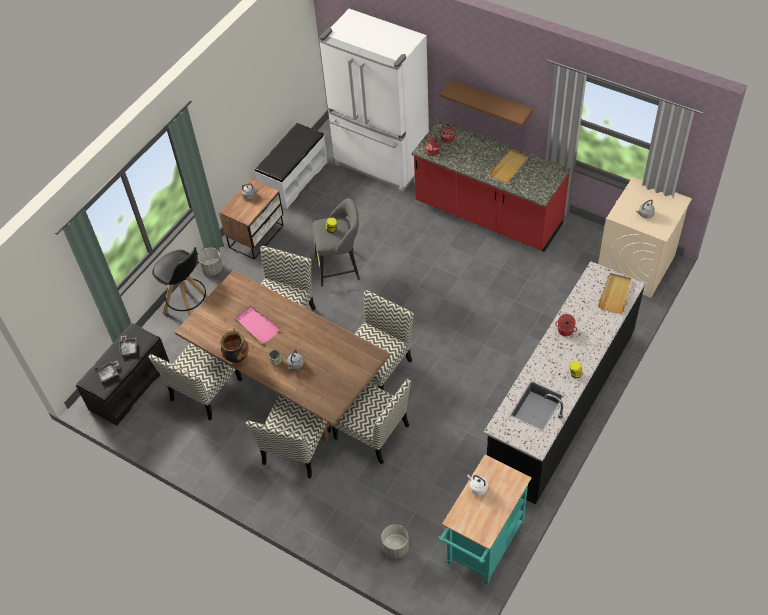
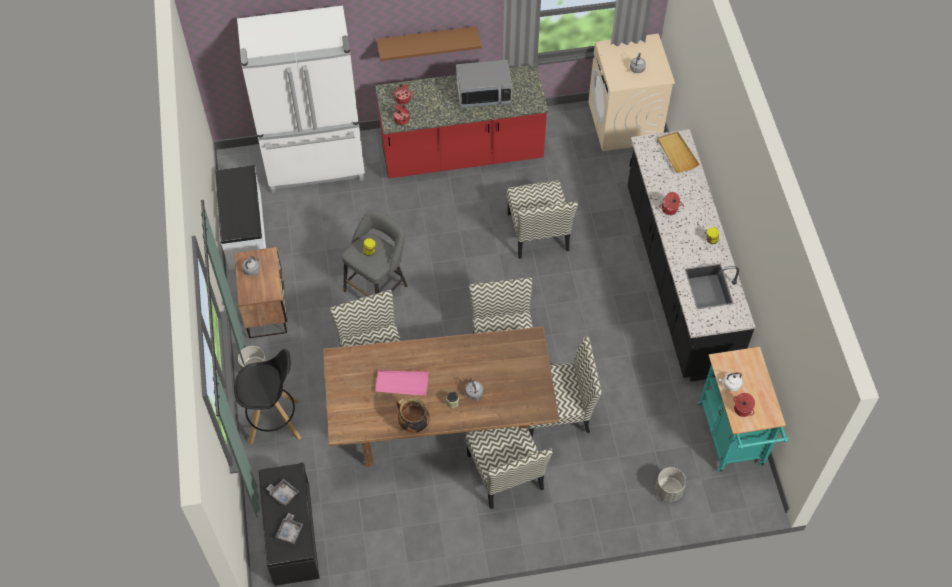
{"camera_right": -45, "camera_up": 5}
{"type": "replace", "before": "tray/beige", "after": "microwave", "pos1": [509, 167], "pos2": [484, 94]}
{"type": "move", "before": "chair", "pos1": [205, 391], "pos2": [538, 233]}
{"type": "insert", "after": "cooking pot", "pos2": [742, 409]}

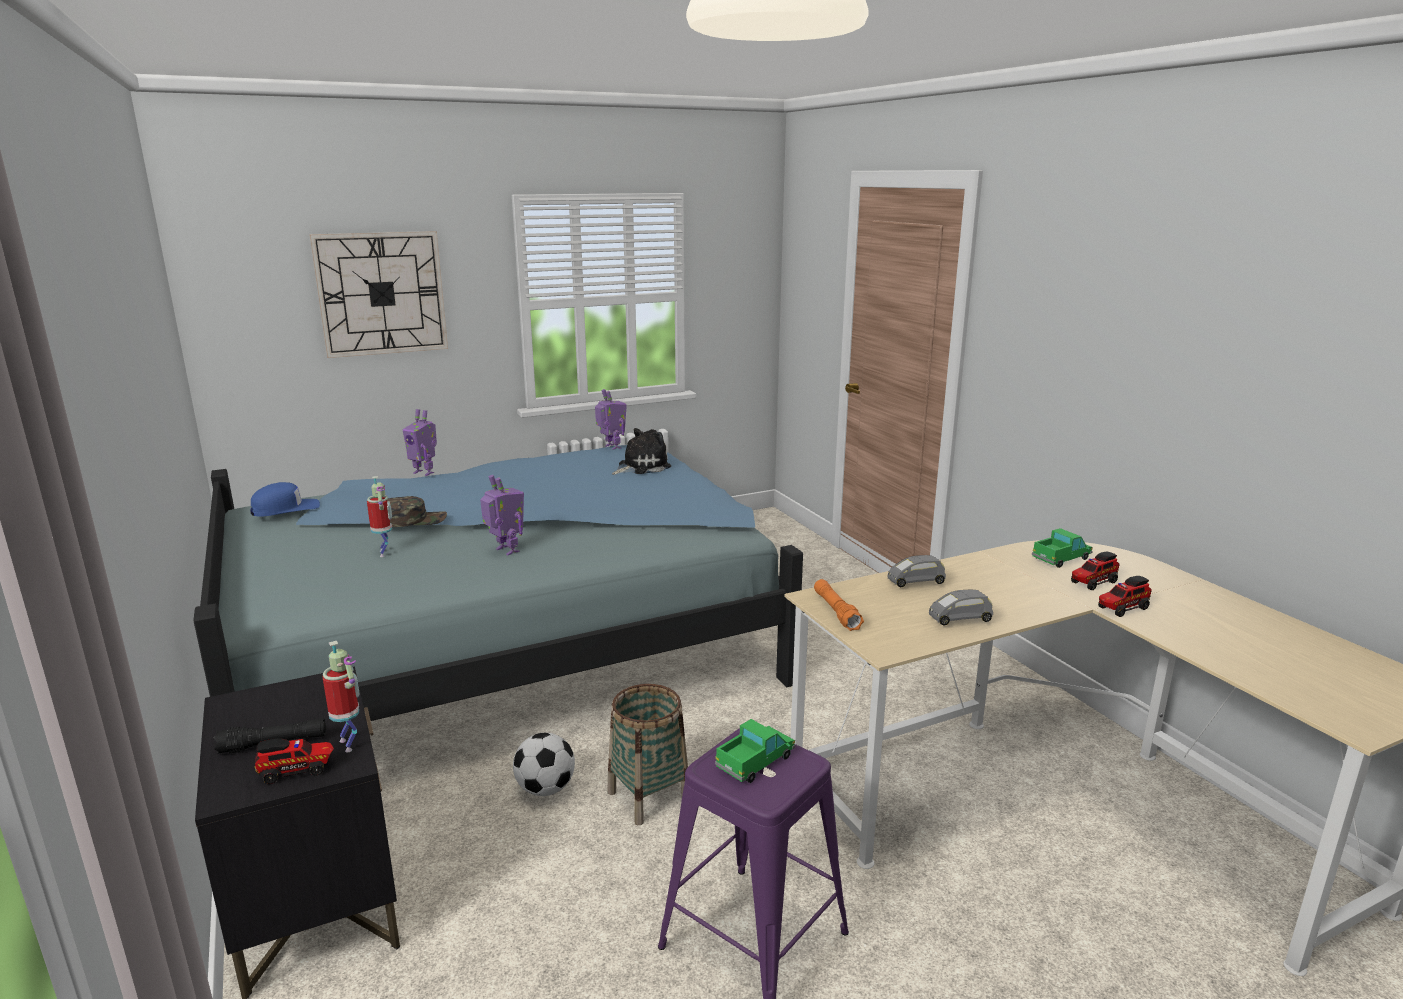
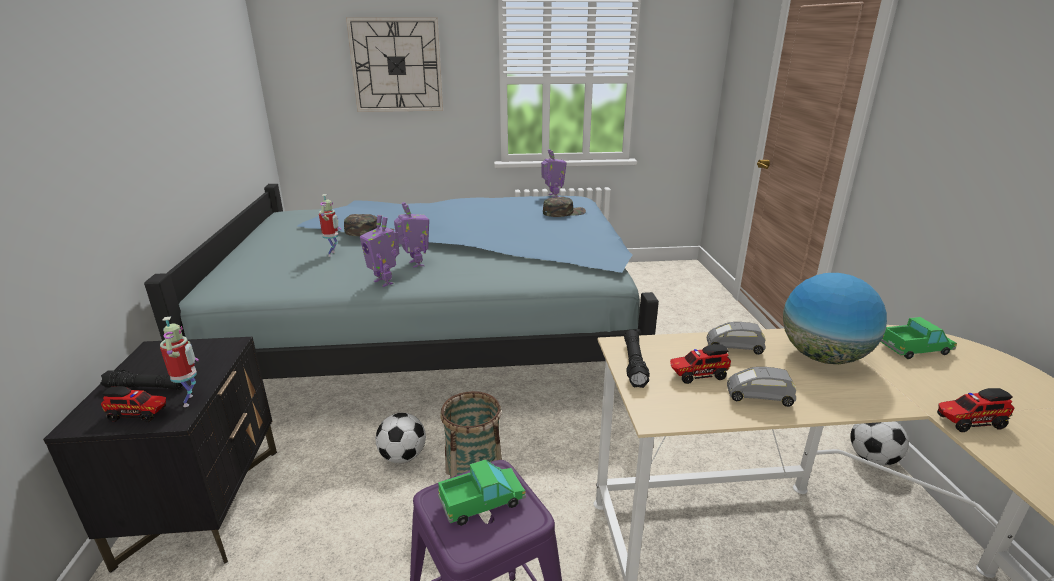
{"camera_right": 20, "camera_up": 5}
{"type": "move", "before": "toy robot", "pos1": [424, 472], "pos2": [384, 282]}
{"type": "replace", "before": "plush toy", "after": "cap/green", "pos1": [641, 467], "pos2": [563, 212]}
{"type": "delete", "before": "cap/blue", "pos1": [286, 508]}
{"type": "move", "before": "toy truck", "pos1": [1092, 583], "pos2": [697, 375]}
{"type": "recolor", "before": "flashlight/orange", "after": "flashlight/black", "pos1": [836, 612], "pos2": [634, 364]}
{"type": "insert", "after": "globe", "pos2": [822, 357]}
{"type": "insert", "after": "football", "pos2": [872, 459]}

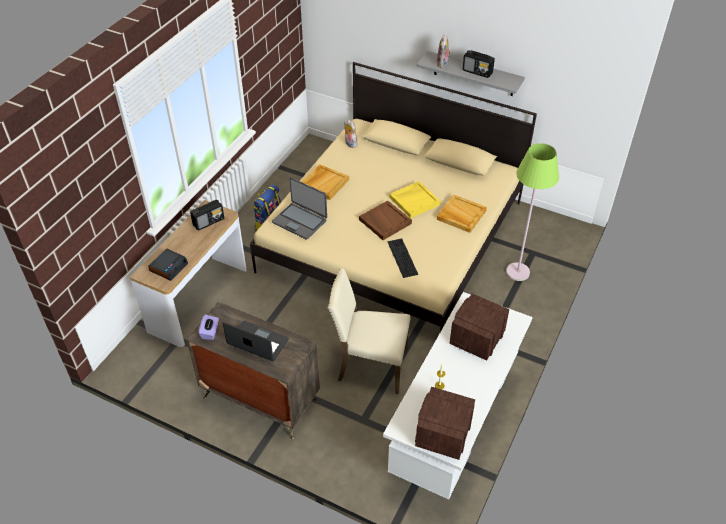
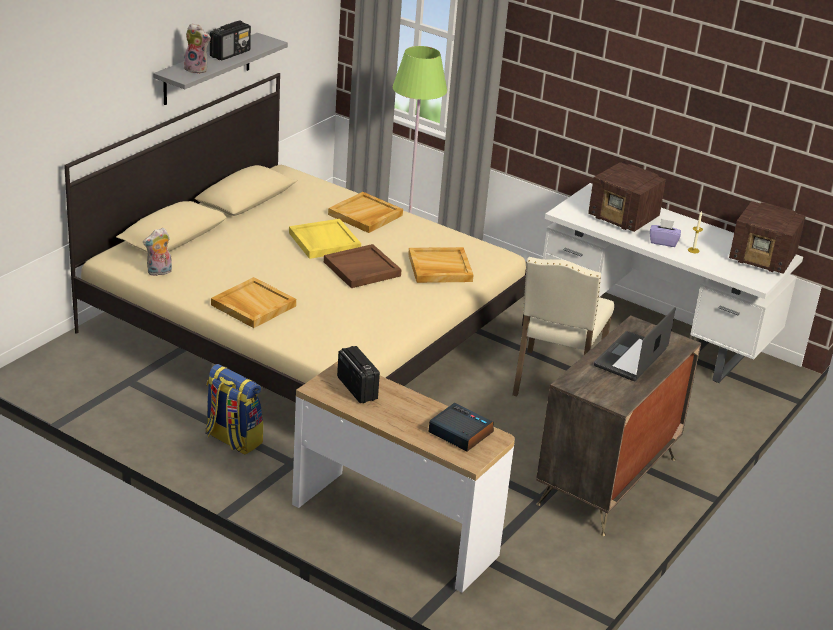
{"camera_right": -85, "camera_up": -15}
{"type": "delete", "before": "laptop", "pos1": [300, 221]}
{"type": "replace", "before": "keyboard", "after": "tray/beige", "pos1": [401, 257], "pos2": [439, 268]}
{"type": "move", "before": "tissue box/purple", "pos1": [210, 332], "pos2": [663, 242]}

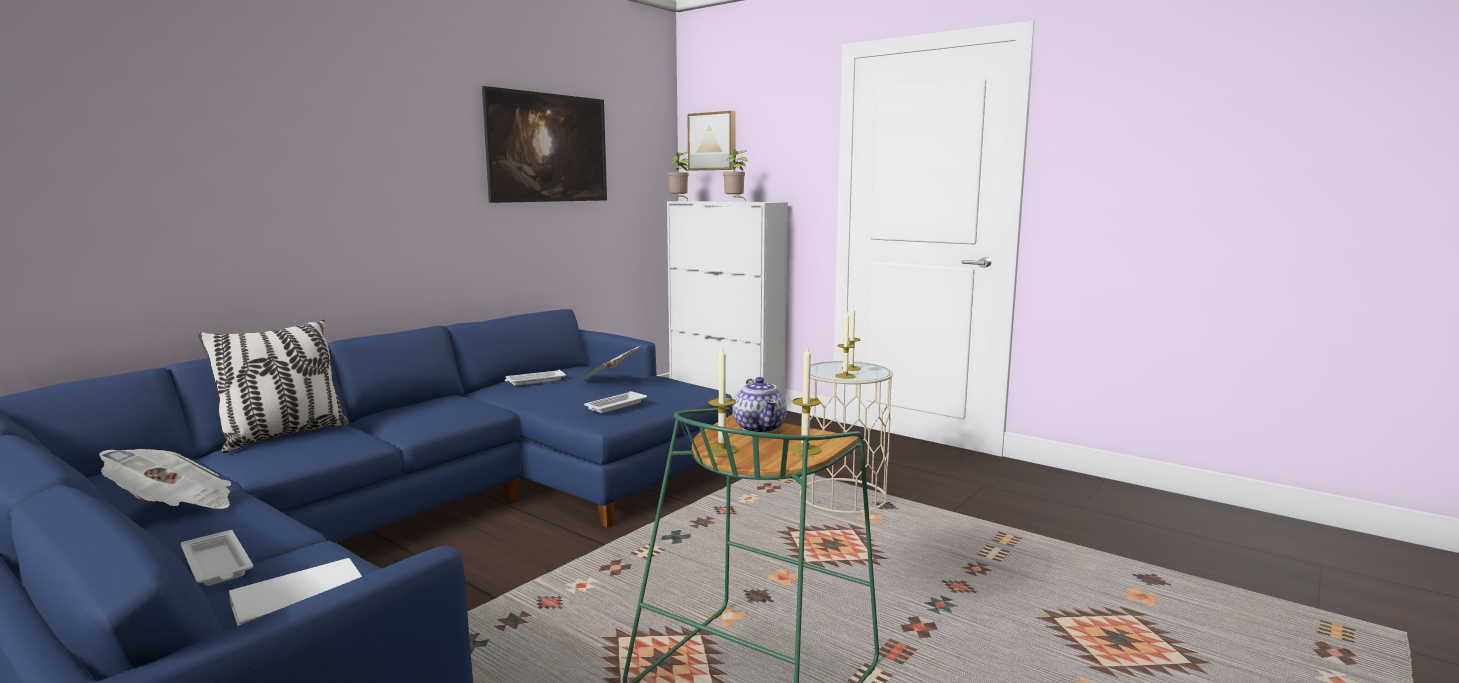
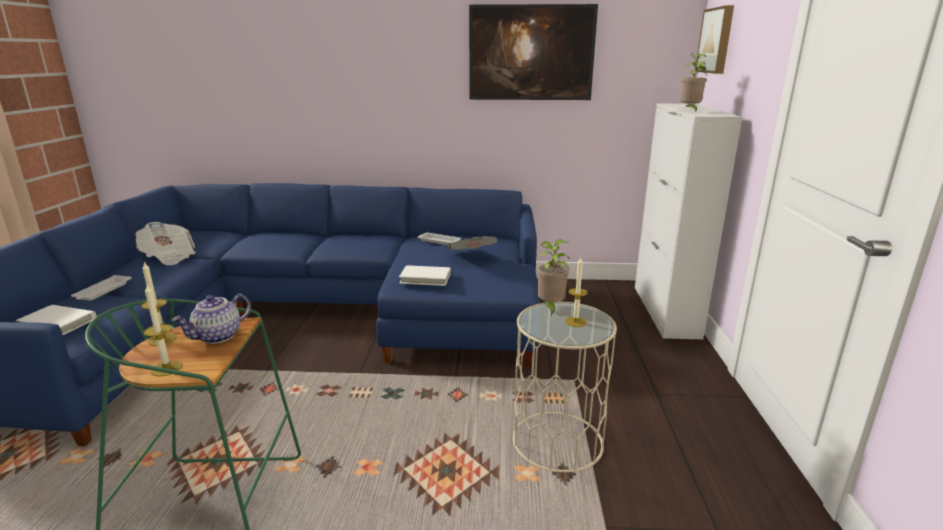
{"camera_right": 55, "camera_up": 10}
{"type": "move", "before": "potted plant", "pos1": [679, 201], "pos2": [550, 308]}
{"type": "delete", "before": "candle", "pos1": [845, 376]}
{"type": "delete", "before": "pillow", "pos1": [283, 435]}
{"type": "replace", "before": "tray/white", "after": "book/white", "pos1": [615, 406], "pos2": [425, 278]}

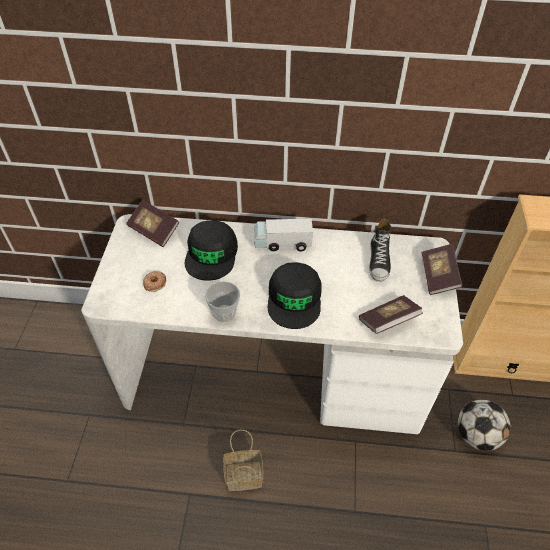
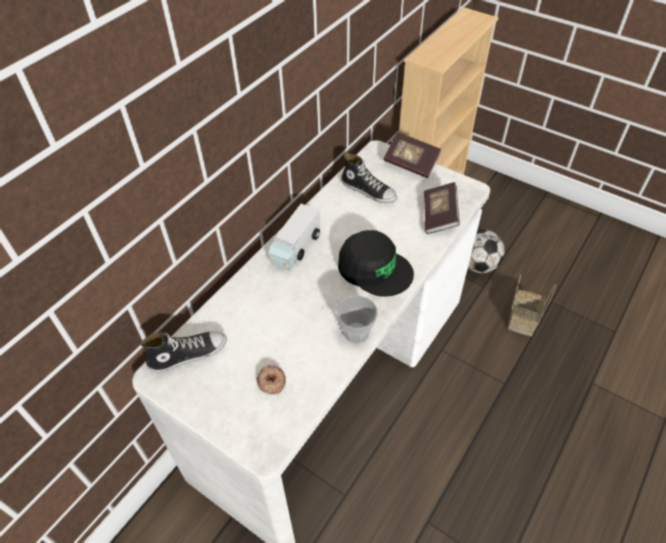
{"camera_right": -60, "camera_up": 0}
{"type": "replace", "before": "book", "after": "shoe", "pos1": [154, 231], "pos2": [188, 354]}
{"type": "delete", "before": "cap/black", "pos1": [211, 254]}
{"type": "move", "before": "basket", "pos1": [245, 475], "pos2": [522, 319]}

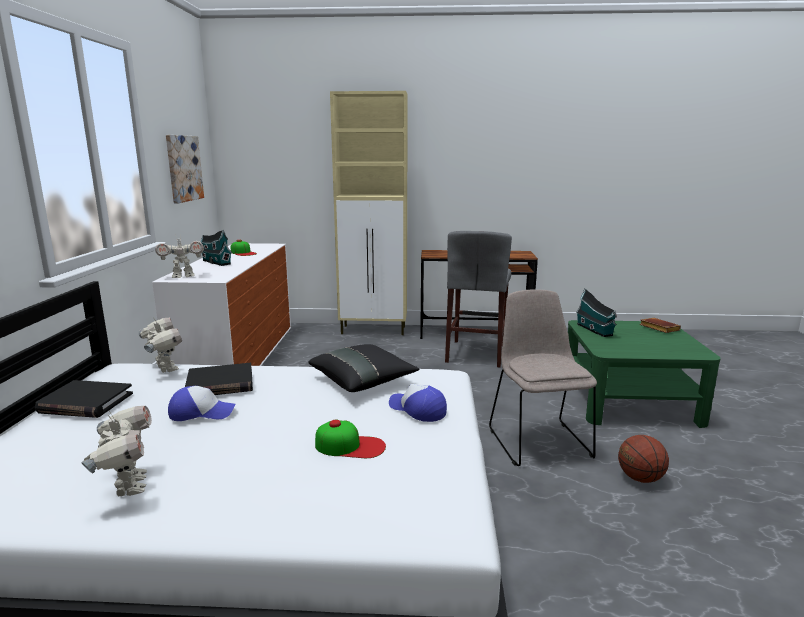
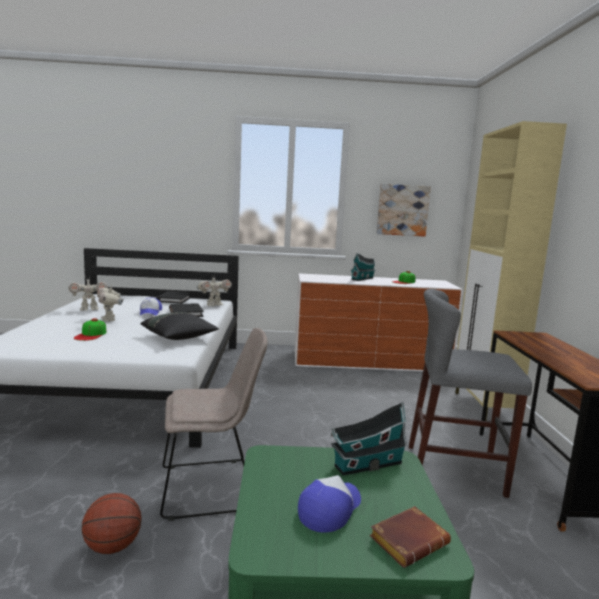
{"camera_right": 85, "camera_up": -5}
{"type": "move", "before": "toy robot", "pos1": [183, 276], "pos2": [109, 320]}
{"type": "move", "before": "cap", "pos1": [417, 410], "pos2": [330, 509]}

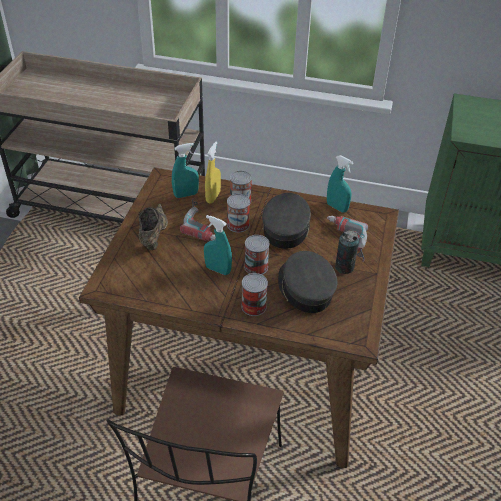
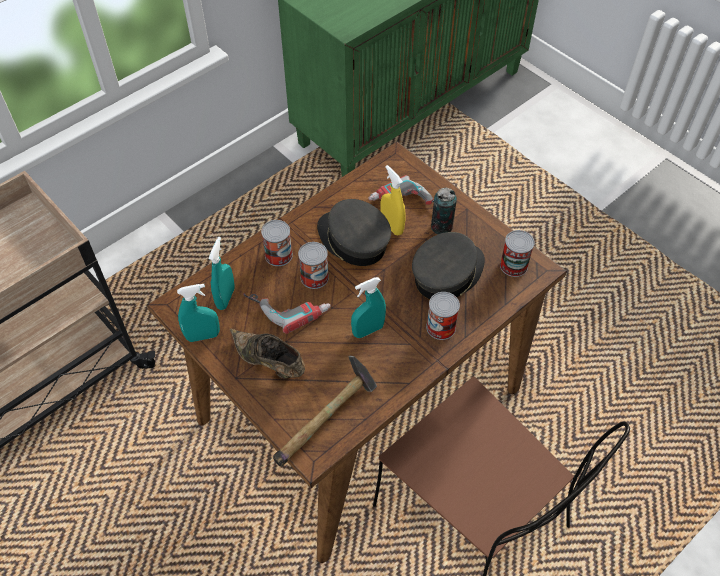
{"camera_right": -55, "camera_up": 10}
{"type": "move", "before": "spray bottle/yellow", "pos1": [213, 197], "pos2": [392, 226]}
{"type": "move", "before": "spray bottle/turquoise", "pos1": [337, 207], "pos2": [203, 336]}
{"type": "move", "before": "can", "pos1": [256, 267], "pos2": [513, 265]}
{"type": "rotate", "before": "cap/grey", "pos1": [304, 289], "pos2": [447, 274], "turn": 120}
{"type": "insert", "after": "hammer", "pos2": [327, 419]}

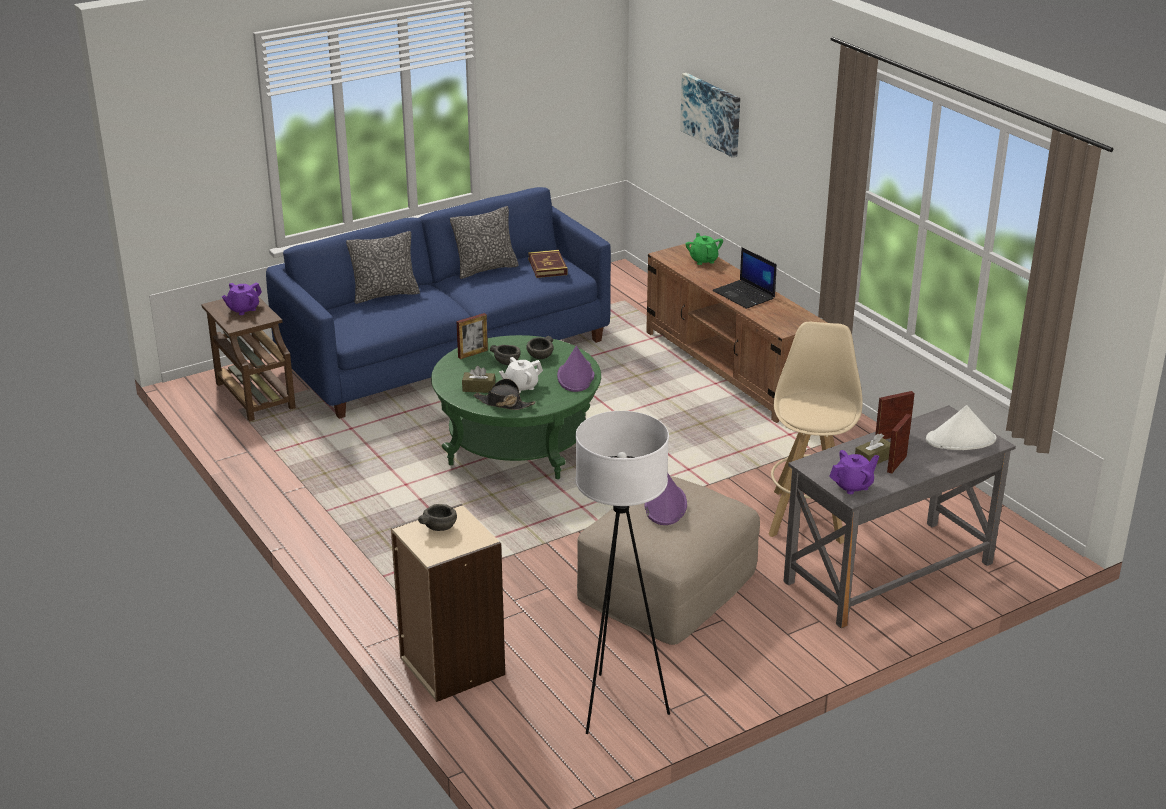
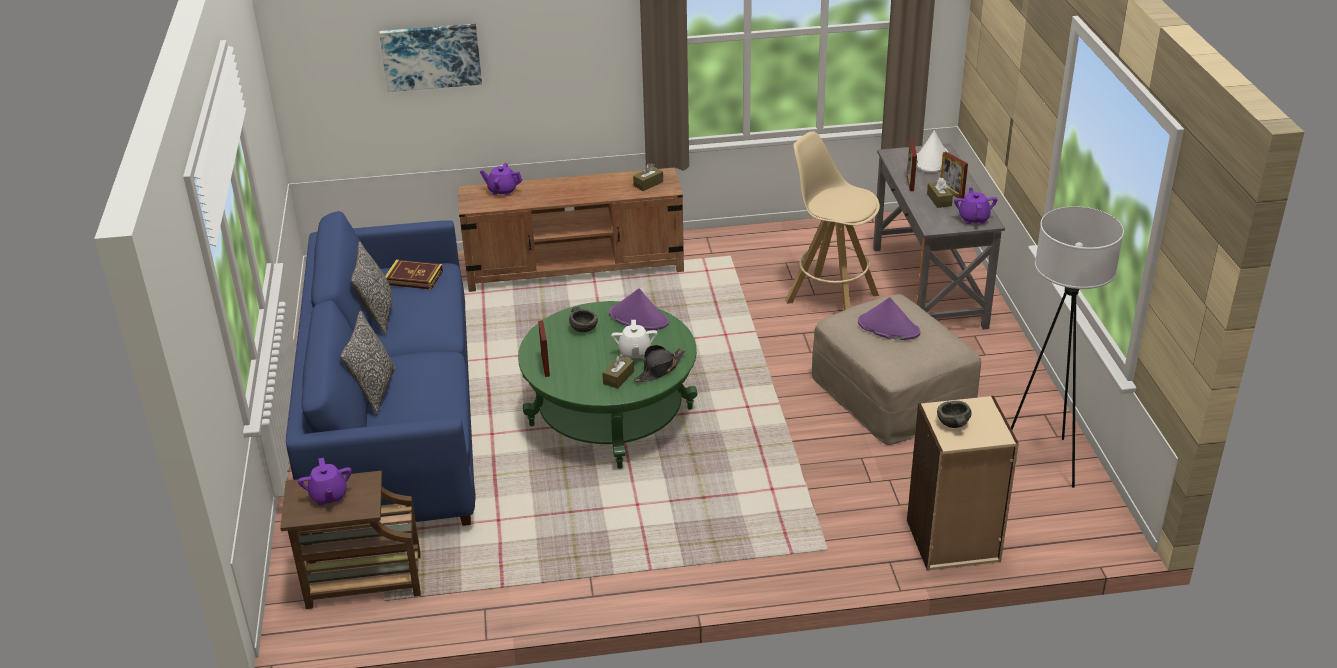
{"camera_right": -65, "camera_up": 5}
{"type": "recolor", "before": "teapot/green", "after": "teapot/purple", "pos1": [703, 260], "pos2": [502, 190]}
{"type": "delete", "before": "laptop", "pos1": [744, 295]}
{"type": "delete", "before": "bowl/grey", "pos1": [507, 362]}
{"type": "insert", "after": "tissue box/brown", "pos2": [648, 184]}

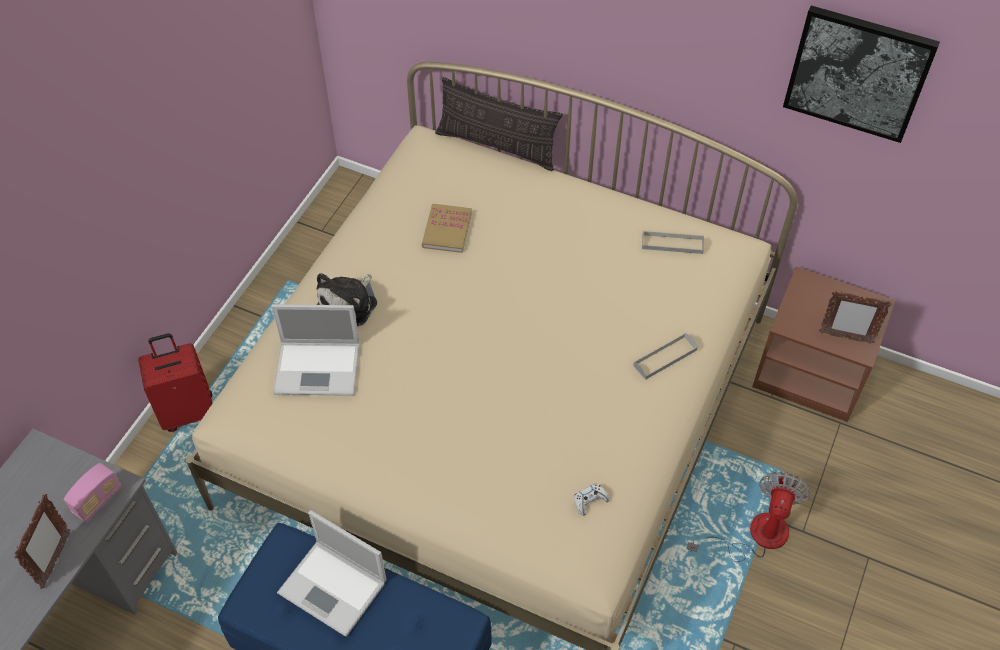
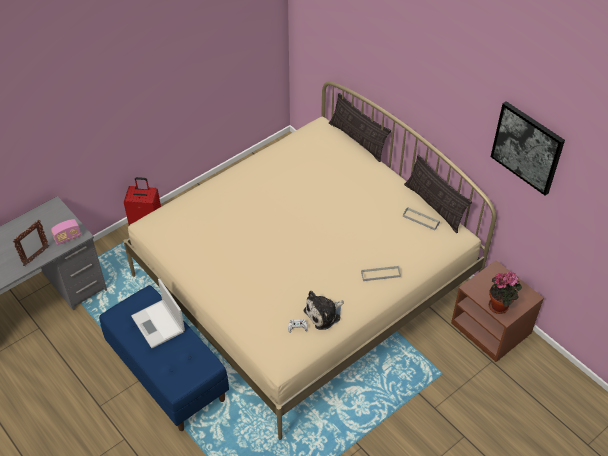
{"camera_right": 25, "camera_up": -5}
{"type": "delete", "before": "book", "pos1": [447, 230]}
{"type": "move", "before": "plush toy", "pos1": [350, 303], "pos2": [324, 314]}
{"type": "replace", "before": "picture frame", "after": "potted plant", "pos1": [845, 337], "pos2": [500, 306]}
{"type": "delete", "before": "laptop", "pos1": [319, 368]}
{"type": "delete", "before": "fan", "pos1": [755, 536]}
{"type": "insert", "after": "pillow", "pos2": [434, 206]}

